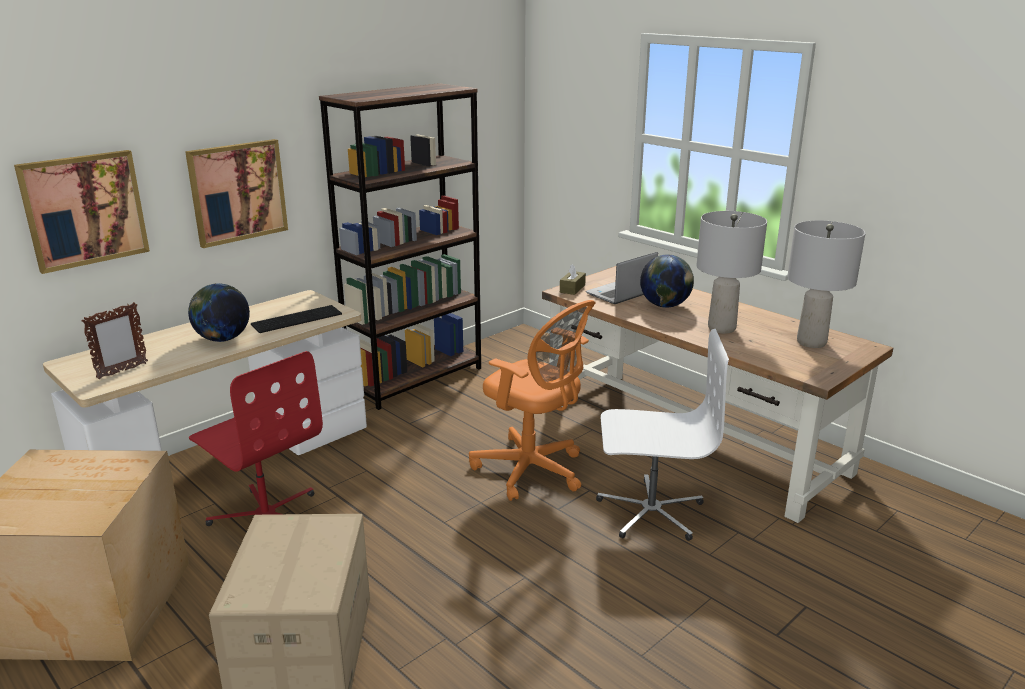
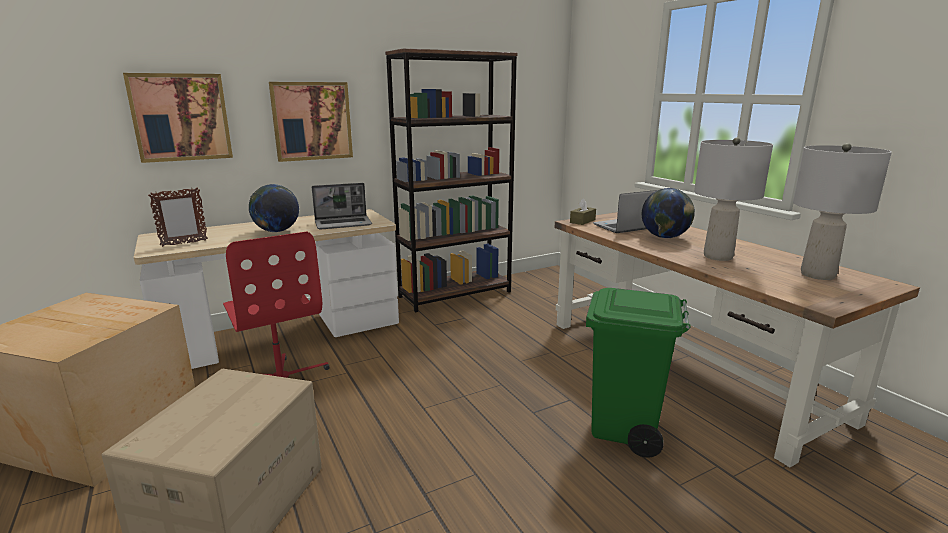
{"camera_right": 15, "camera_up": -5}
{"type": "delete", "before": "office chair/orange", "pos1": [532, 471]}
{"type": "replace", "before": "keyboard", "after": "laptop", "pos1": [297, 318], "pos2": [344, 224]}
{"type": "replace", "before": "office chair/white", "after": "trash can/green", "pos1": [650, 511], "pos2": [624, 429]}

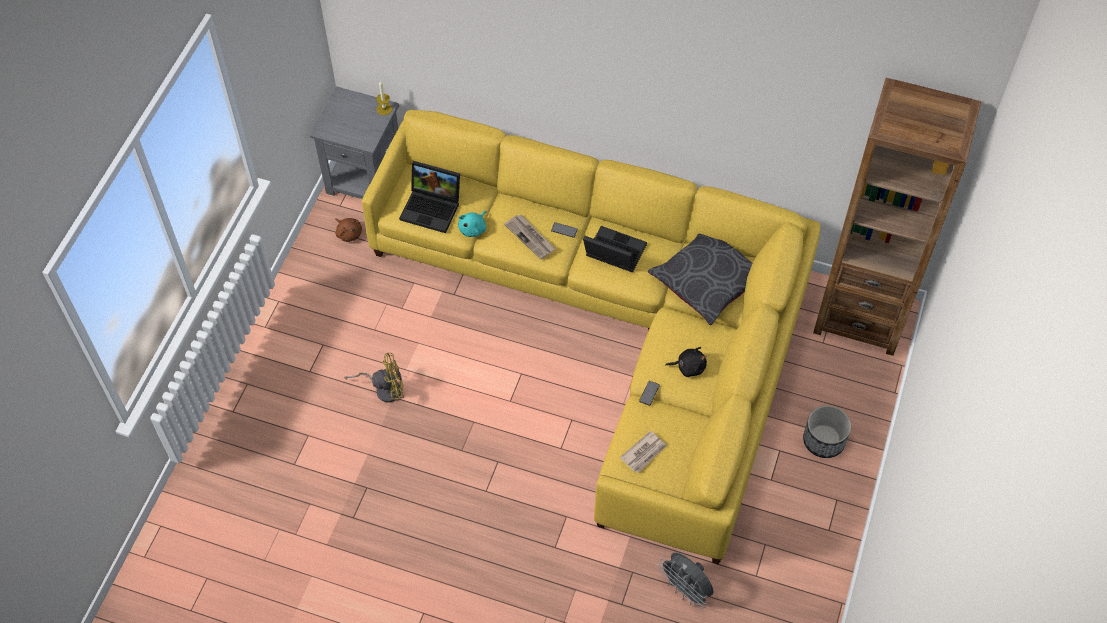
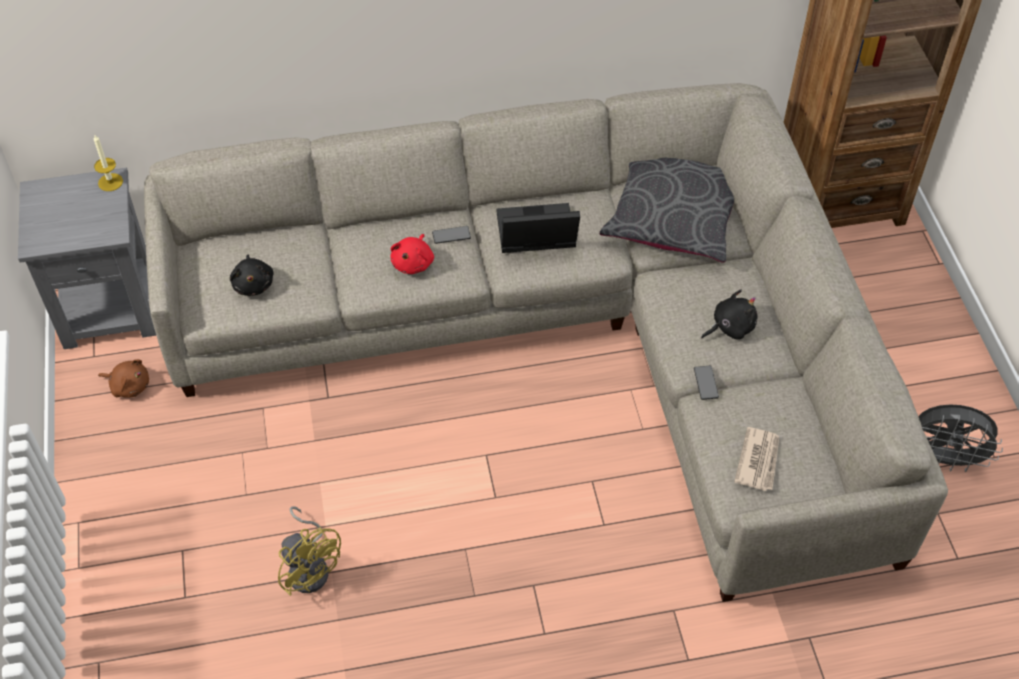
{"camera_right": -30, "camera_up": -5}
{"type": "recolor", "before": "sofa/yellow", "after": "sofa/grey", "pos1": [618, 325], "pos2": [567, 337]}
{"type": "replace", "before": "laptop", "after": "plush toy/black", "pos1": [433, 208], "pos2": [253, 284]}
{"type": "delete", "before": "plush toy/turquoise", "pos1": [473, 229]}
{"type": "replace", "before": "newspaper", "after": "plush toy/red", "pos1": [530, 237], "pos2": [413, 263]}
{"type": "rotate", "before": "fan/yellow", "pos1": [384, 389], "pos2": [310, 567], "turn": 90}
{"type": "delete", "before": "planter", "pos1": [823, 440]}
{"type": "move", "before": "fan/grey", "pos1": [686, 590], "pos2": [944, 459]}

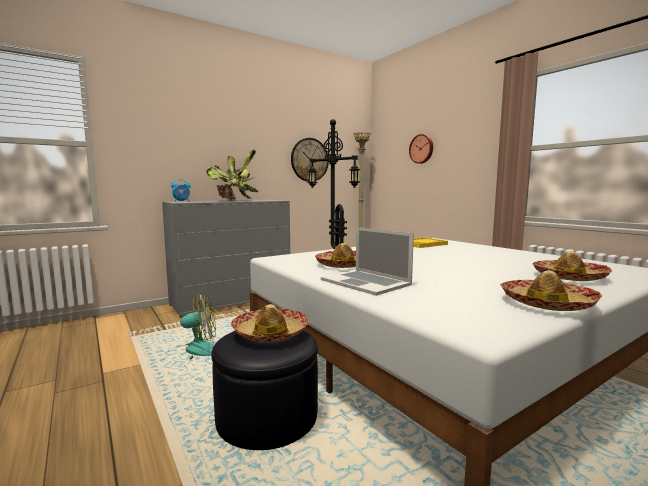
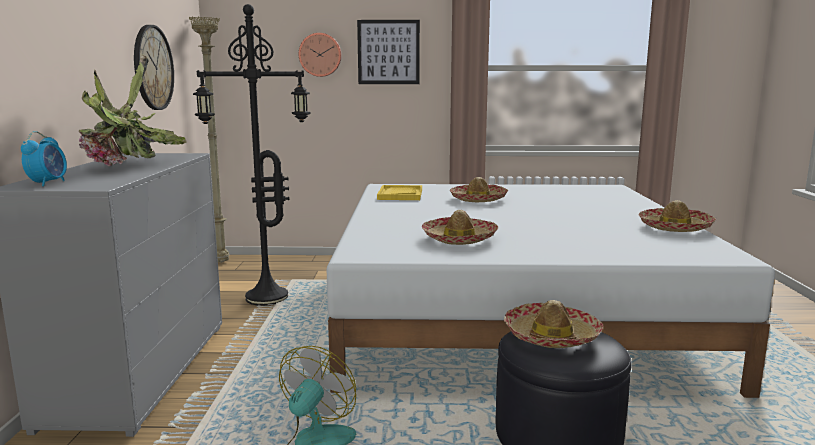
{"camera_right": -55, "camera_up": 5}
{"type": "delete", "before": "laptop", "pos1": [366, 282]}
{"type": "move", "before": "hat", "pos1": [569, 277], "pos2": [478, 199]}
{"type": "insert", "after": "picture", "pos2": [388, 52]}

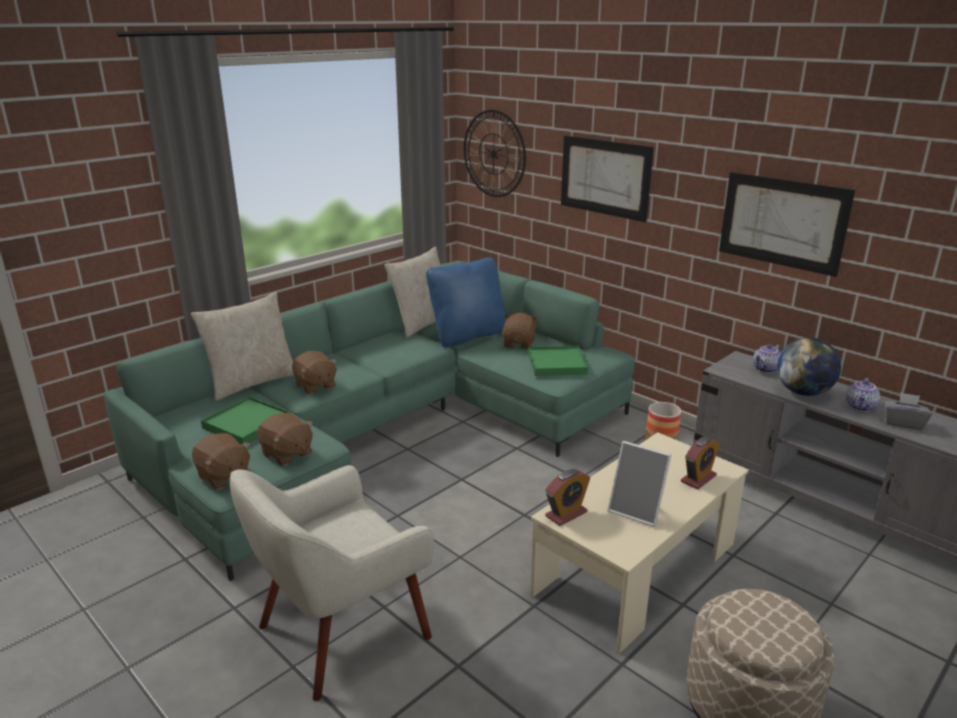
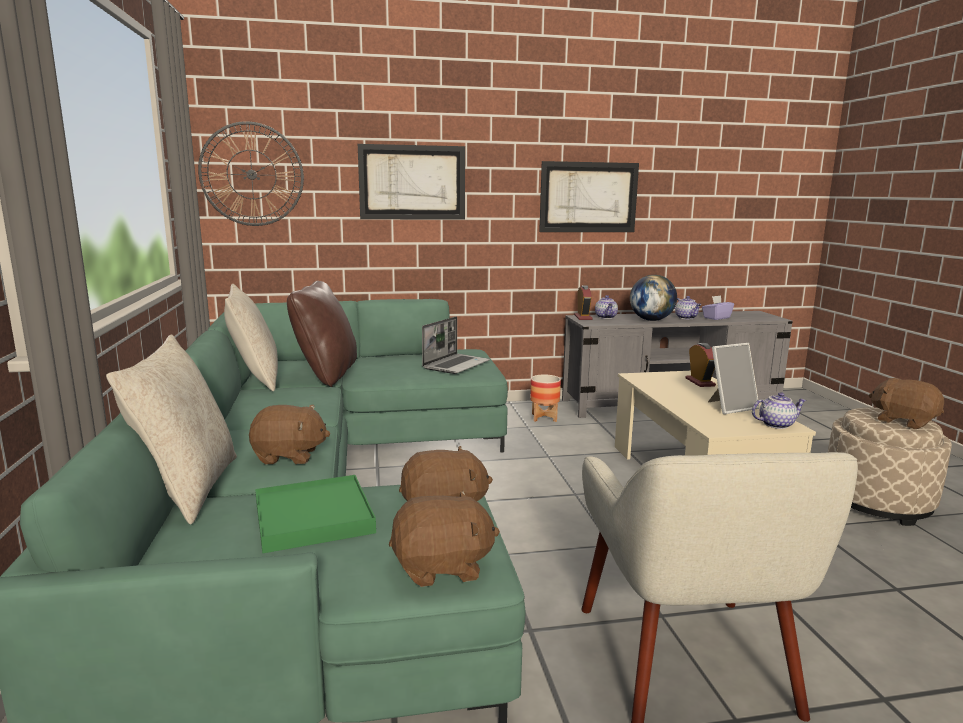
{"camera_right": -55, "camera_up": -10}
{"type": "recolor", "before": "pillow/blue", "after": "pillow/brown", "pos1": [468, 336], "pos2": [326, 375]}
{"type": "move", "before": "plush toy/brown", "pos1": [519, 344], "pos2": [903, 421]}
{"type": "replace", "before": "tray/green", "after": "laptop", "pos1": [557, 364], "pos2": [456, 365]}
{"type": "recolor", "before": "tissue box/grey", "after": "tissue box/purple", "pos1": [902, 423], "pos2": [716, 318]}
{"type": "move", "before": "alarm clock", "pos1": [566, 514], "pos2": [583, 317]}
{"type": "insert", "after": "teapot", "pos2": [776, 424]}

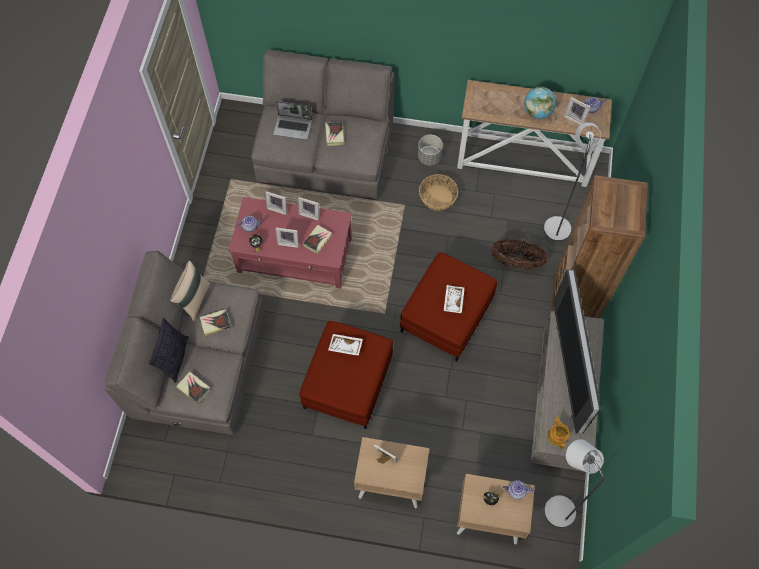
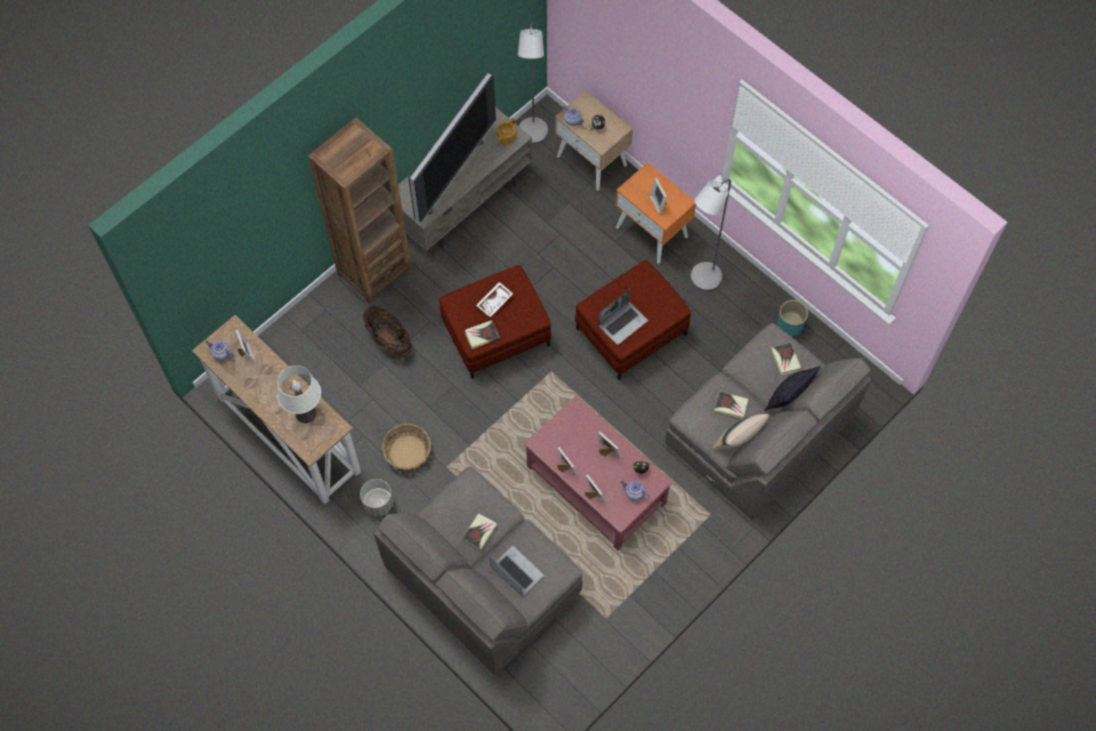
{"camera_right": -145, "camera_up": 0}
{"type": "delete", "before": "globe", "pos1": [537, 112]}
{"type": "move", "before": "floor lamp/grey", "pos1": [557, 224], "pos2": [701, 281]}
{"type": "move", "before": "book", "pos1": [317, 240], "pos2": [482, 336]}
{"type": "replace", "before": "tray/white", "after": "laptop", "pos1": [345, 347], "pos2": [623, 322]}
{"type": "recolor", "before": "nightstand/beige", "after": "nightstand/orange", "pos1": [390, 481], "pos2": [652, 232]}
{"type": "insert", "after": "planter/turquoise", "pos2": [789, 325]}
{"type": "insert", "after": "table lamp/white", "pos2": [306, 413]}

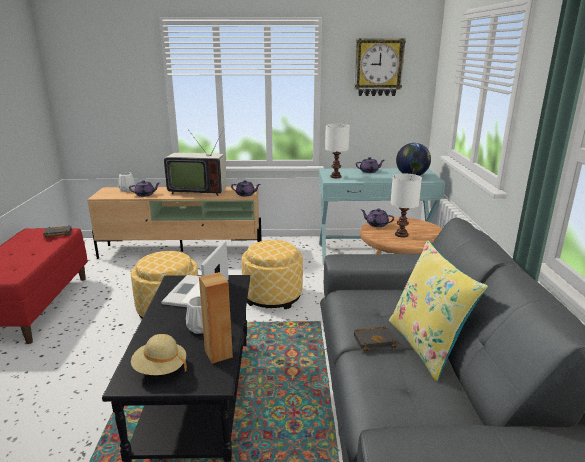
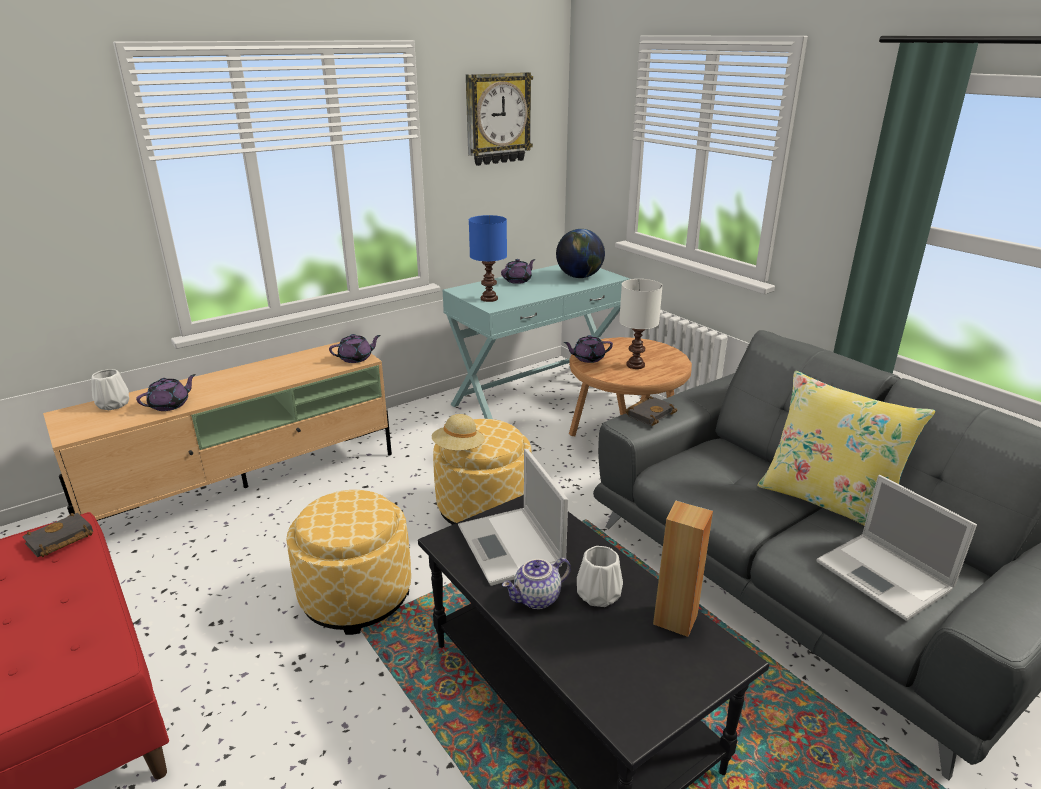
{"camera_right": -35, "camera_up": 5}
{"type": "recolor", "before": "table lamp/white", "after": "table lamp/blue", "pos1": [335, 176], "pos2": [488, 298]}
{"type": "delete", "before": "television", "pos1": [197, 191]}
{"type": "move", "before": "book/black", "pos1": [375, 340], "pos2": [650, 413]}
{"type": "move", "before": "hat/beige", "pos1": [160, 369], "pos2": [458, 449]}
{"type": "insert", "after": "laptop", "pos2": [885, 576]}
{"type": "insert", "after": "teapot", "pos2": [537, 599]}

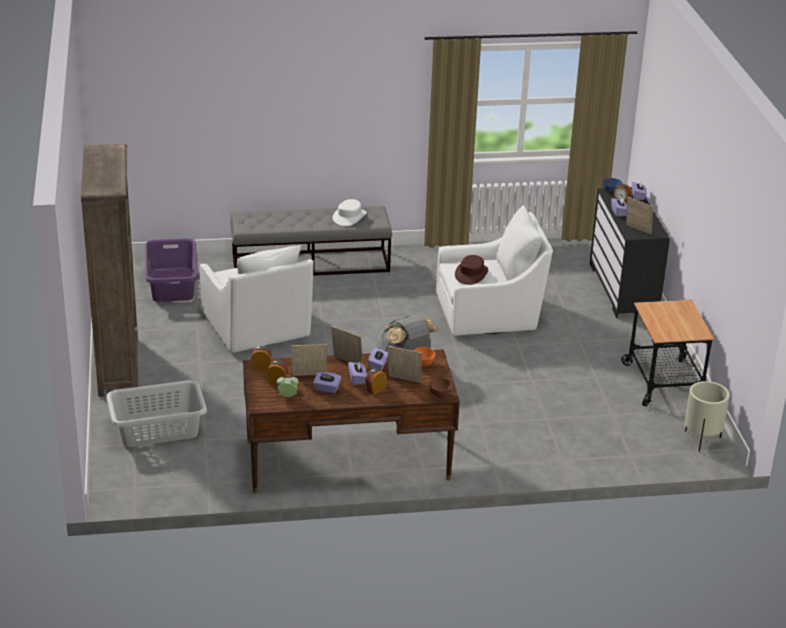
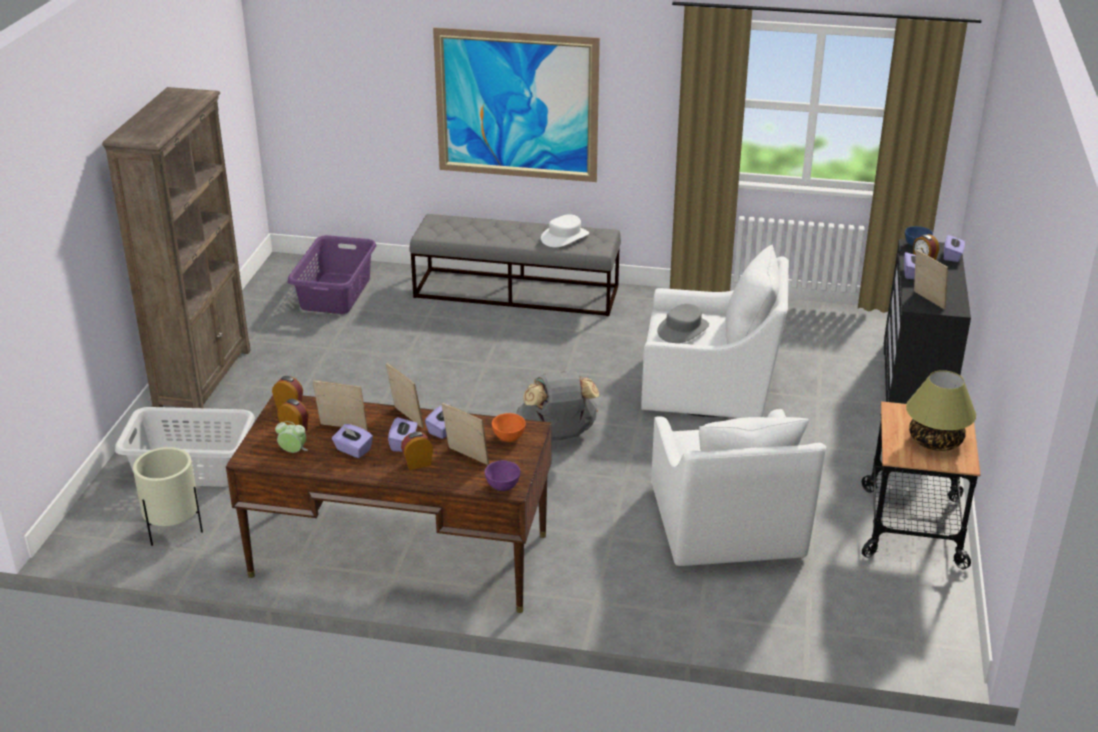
{"camera_right": 20, "camera_up": 0}
{"type": "move", "before": "armchair/white", "pos1": [257, 327], "pos2": [727, 527]}
{"type": "recolor", "before": "hat/brown", "after": "hat/grey", "pos1": [471, 274], "pos2": [683, 330]}
{"type": "recolor", "before": "bowl/brown", "after": "bowl/purple", "pos1": [439, 394], "pos2": [502, 486]}
{"type": "move", "before": "planter/beige", "pos1": [701, 440], "pos2": [174, 530]}
{"type": "insert", "after": "picture", "pos2": [516, 106]}
{"type": "insert", "after": "table lamp", "pos2": [934, 441]}

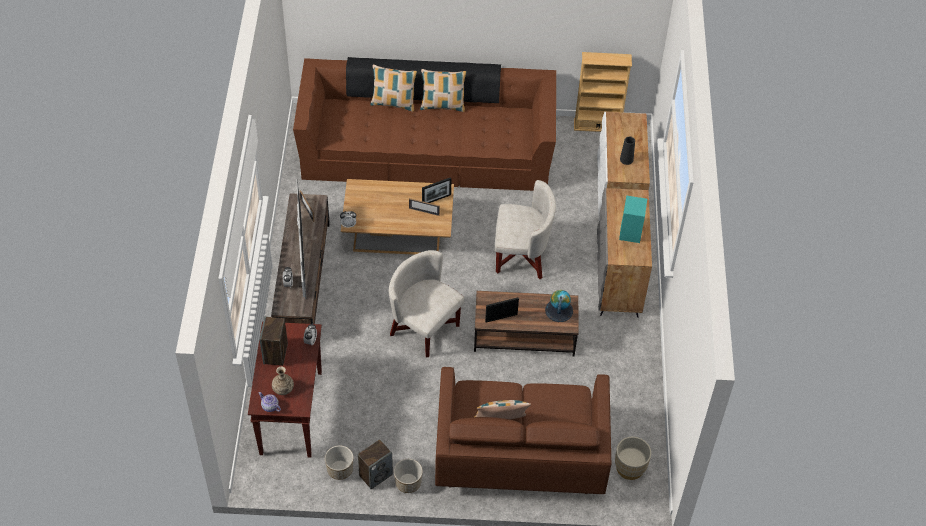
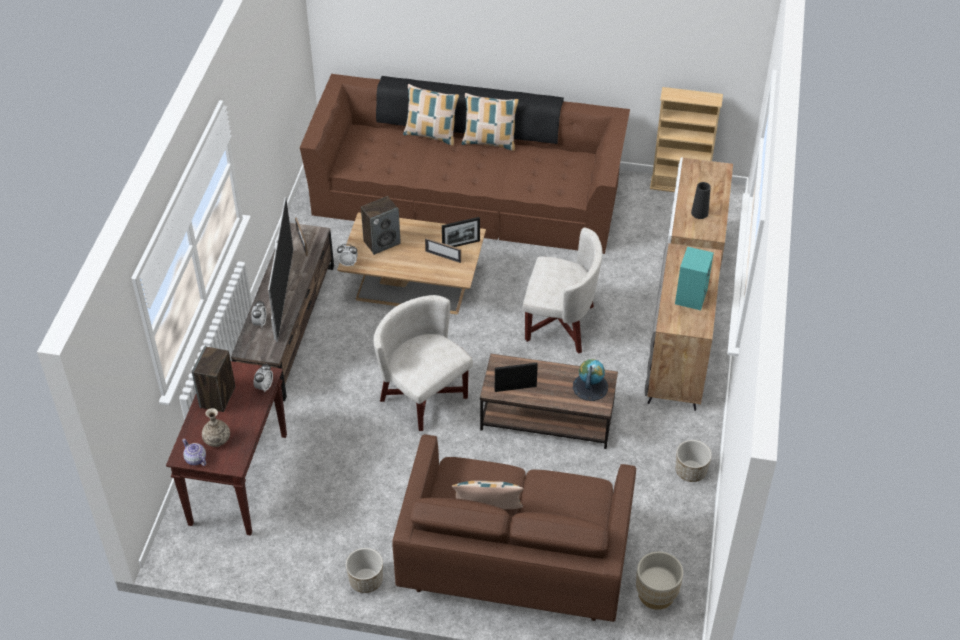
{"camera_right": 10, "camera_up": -5}
{"type": "move", "before": "speaker", "pos1": [376, 475], "pos2": [382, 242]}
{"type": "move", "before": "planter", "pos1": [340, 469], "pos2": [690, 471]}

